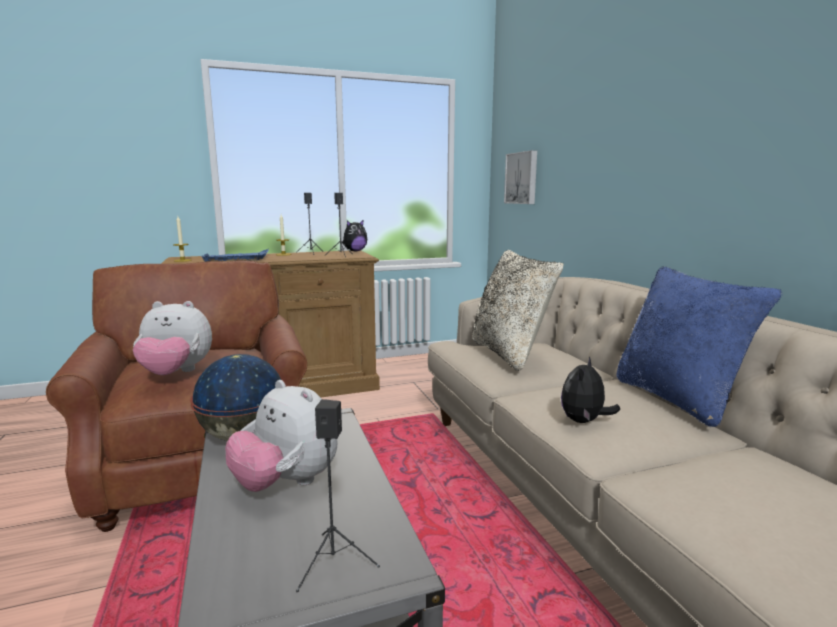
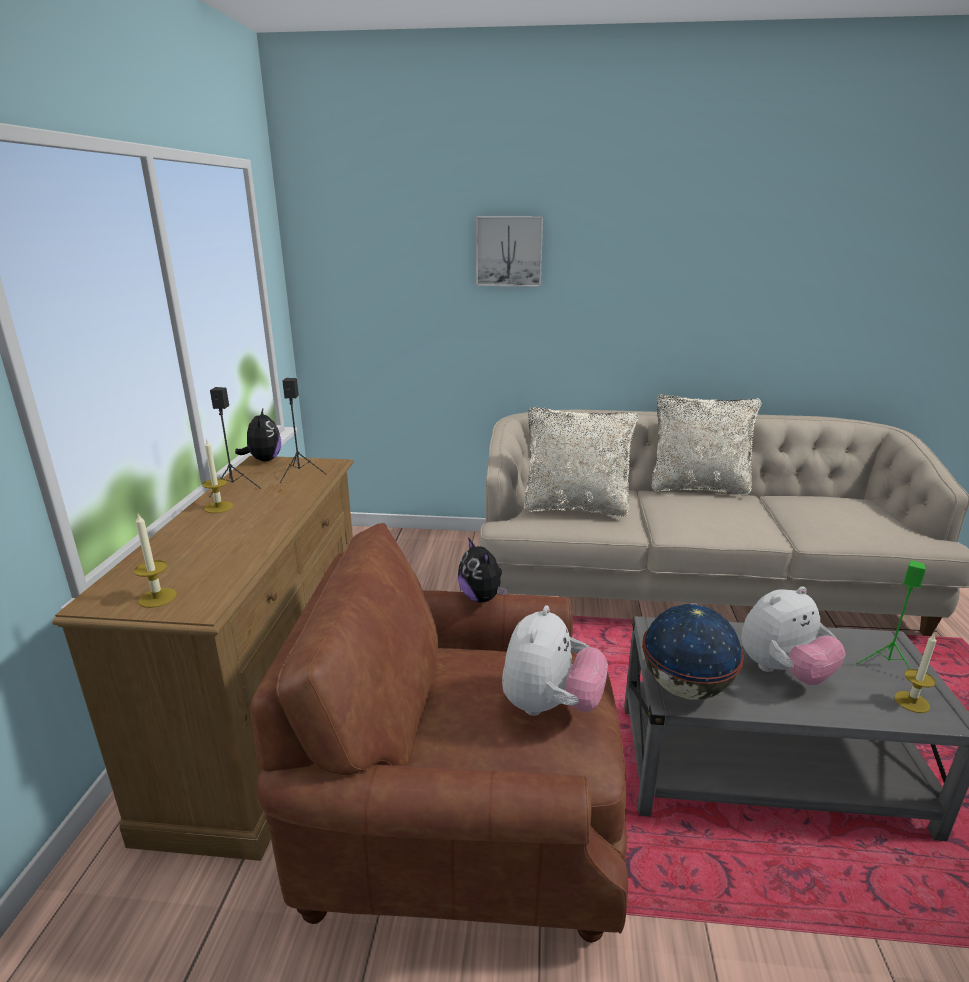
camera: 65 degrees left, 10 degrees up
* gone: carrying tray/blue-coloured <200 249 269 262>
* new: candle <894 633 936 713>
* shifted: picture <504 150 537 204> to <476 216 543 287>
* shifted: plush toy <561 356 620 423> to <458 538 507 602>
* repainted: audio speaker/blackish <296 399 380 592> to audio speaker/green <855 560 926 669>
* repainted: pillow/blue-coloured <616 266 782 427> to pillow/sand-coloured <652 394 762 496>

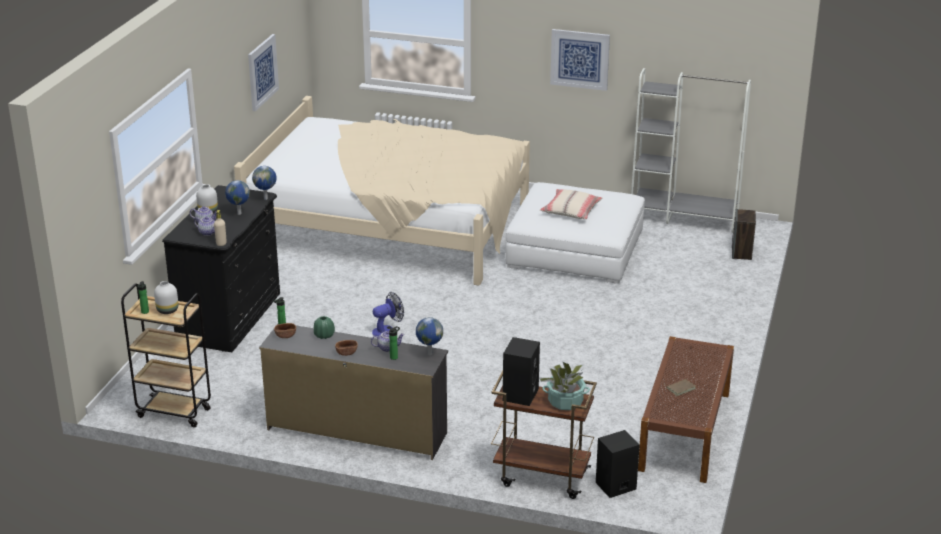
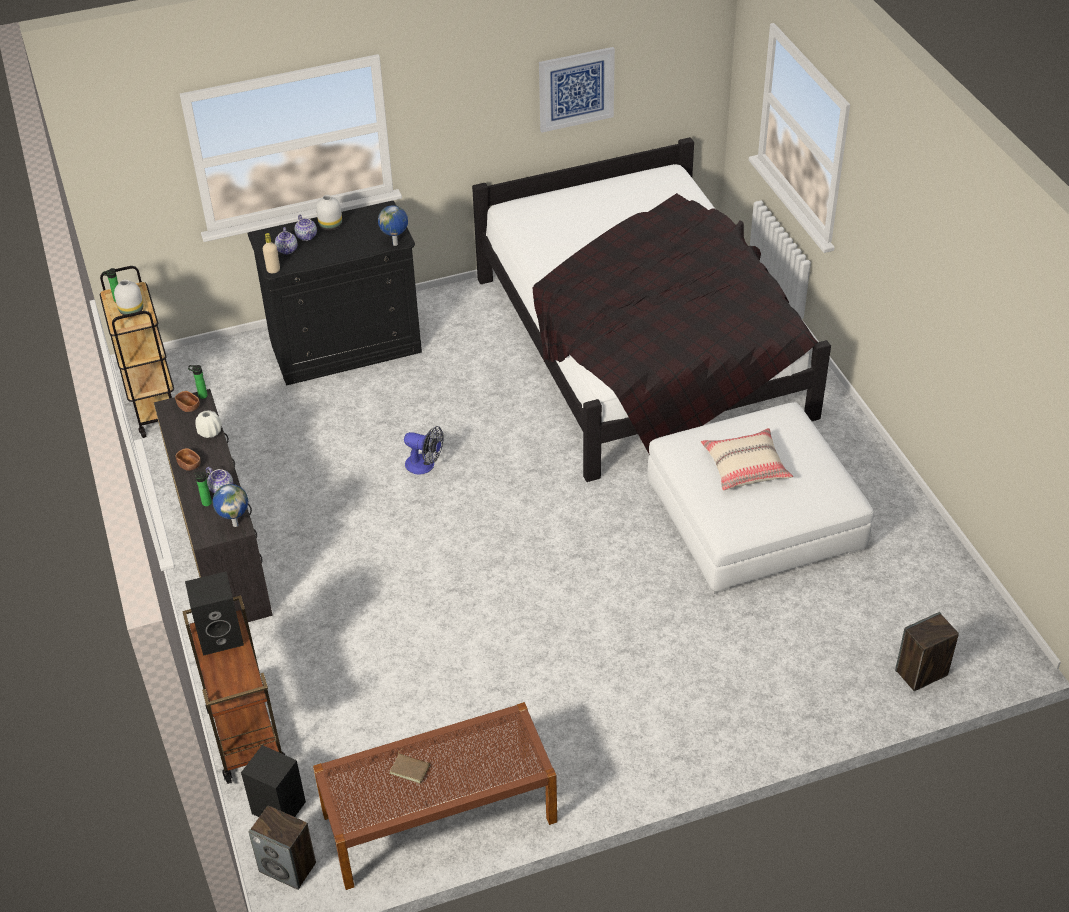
camera: 55 degrees right, 15 degrees up
* gone: world globe <225 180 250 215>
* gone: houseplant <539 362 590 410>
* gone: picture <550 29 610 91>
* gone: clothes rack/greyish <631 68 751 233>
* new: audio speaker <248 805 316 890>
* repainted: bedroom bed/sand-coloured <234 96 530 286> to bedroom bed/blackish <472 137 831 482>
* repainted: flower vase/green <314 316 335 339> to flower vase/white <195 410 222 438>

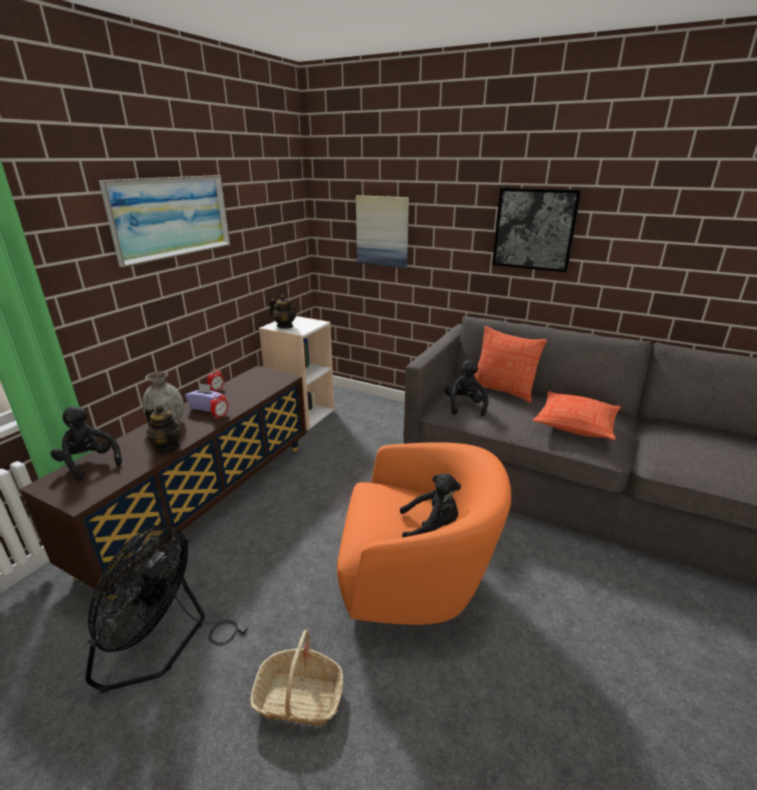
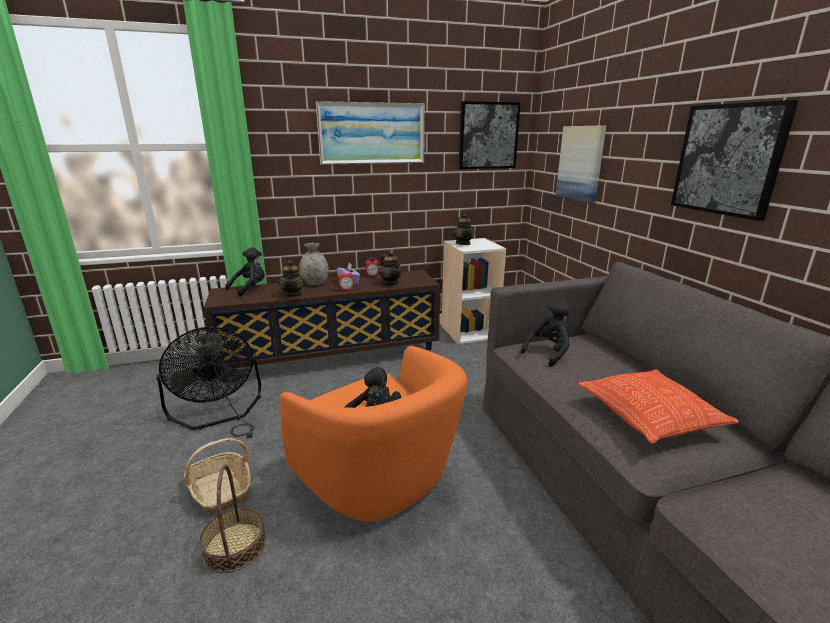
camera: 45 degrees right, 5 degrees down
* gone: pillow/orange <474 326 547 403>
* new: household basket <199 464 266 573>
* new: teapot <379 251 402 285>
* new: picture <459 101 521 169>
* rotated: plush toy/blackish <51 406 122 481> = <225 247 265 296> 45 degrees clockwise

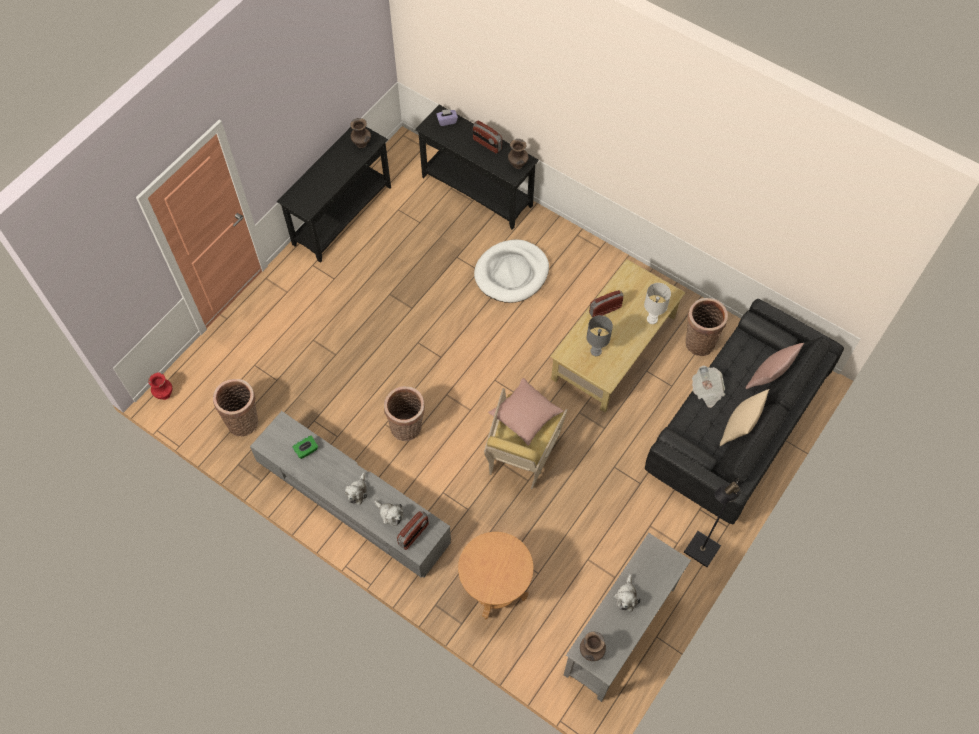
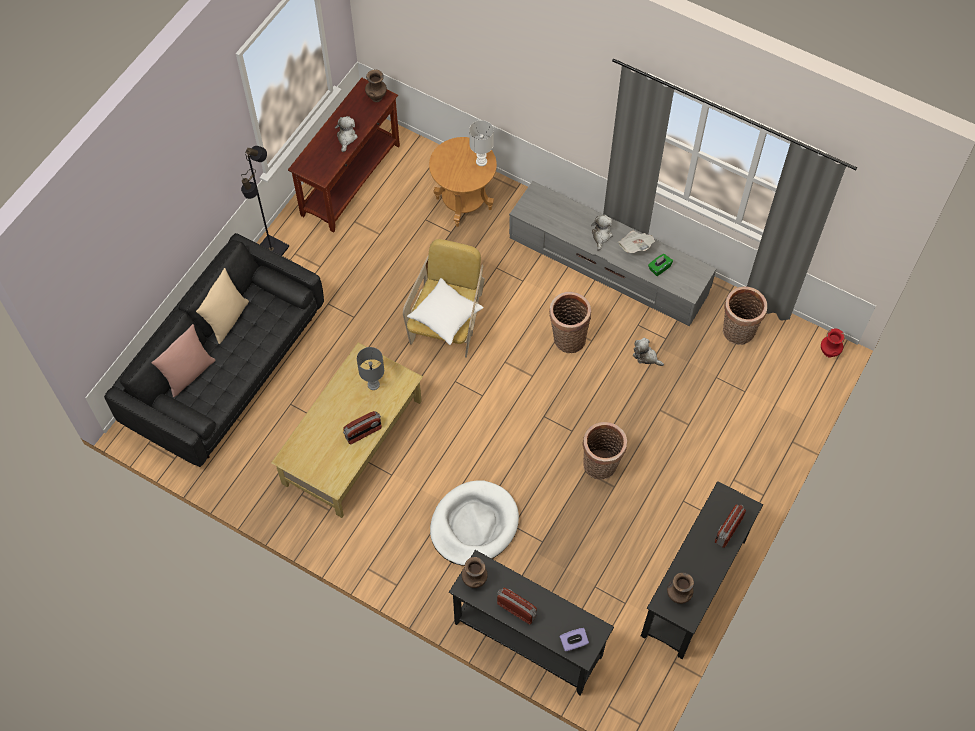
camera: 175 degrees right, 0 degrees up
* shifted: plush toy <374 500 404 526> to <633 338 664 366>
* shifted: radio <397 511 429 550> to <715 504 746 548>
* shifted: tabletop lamp/white <644 283 671 324> to <469 120 494 166>
* shifted: household basket <686 298 728 356> to <582 422 627 480>
* shifted: newspaper <692 365 725 408> to <618 231 655 253>
* repainted: pillow/pink-coloured <488 378 563 446> to pillow/white <407 278 484 345>
* repainted: hall table/greyish <564 533 691 702> to hall table/brown-coloured <288 78 400 232>

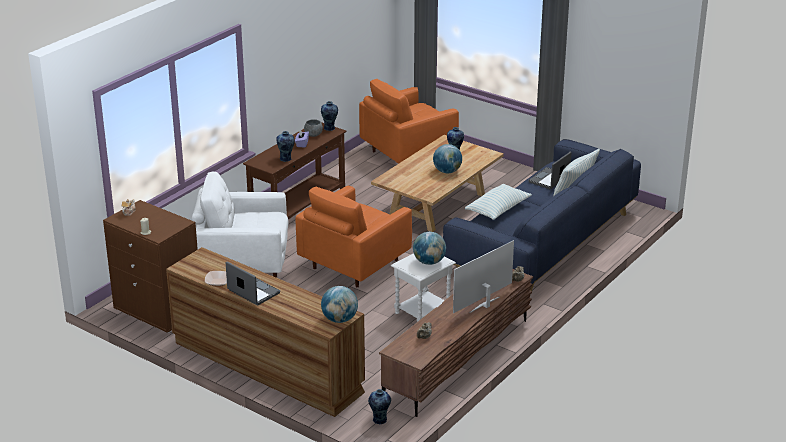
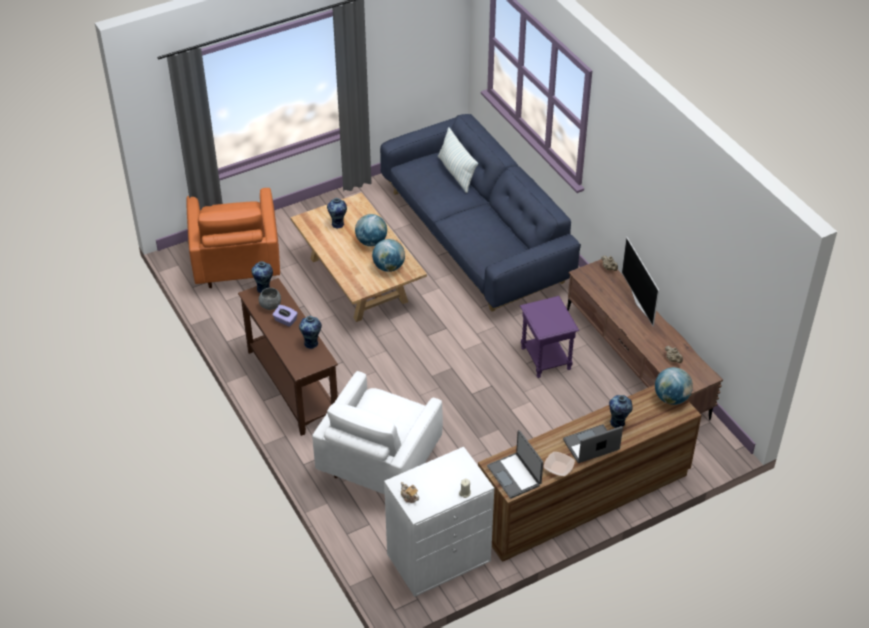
camera: 65 degrees left, 15 degrees up
* gone: lounge chair/orange <296 186 412 287>
* gone: pillow <465 184 532 220>
* shifted: flower vase <368 389 391 424> to <609 395 633 428>
* shifted: world globe <413 232 446 265> to <372 239 405 272>
* shifted: notebook computer <528 152 572 189> to <487 430 543 499>
* repainted: cabinet/brown-coloured <103 200 198 333> to cabinet/white <384 447 494 597>
* repainted: end table/white <391 253 456 321> to end table/purple-coloured <520 296 579 378>

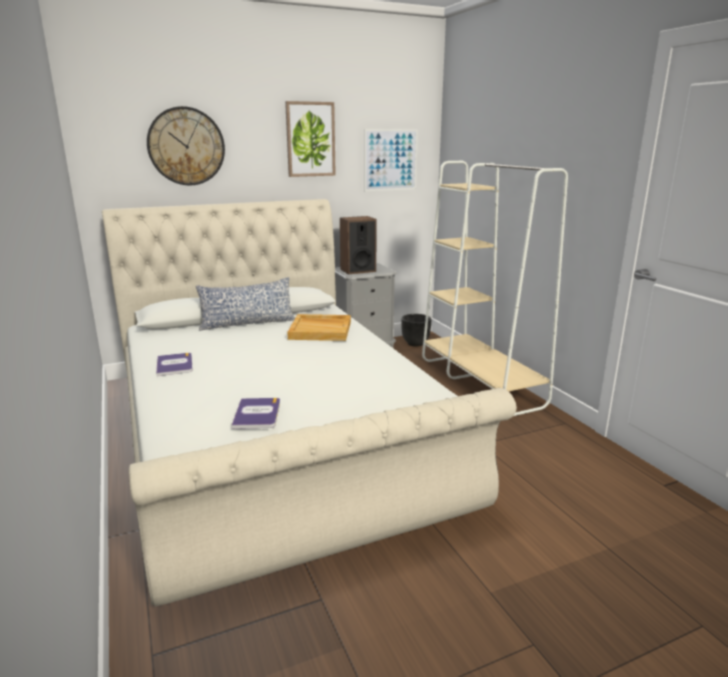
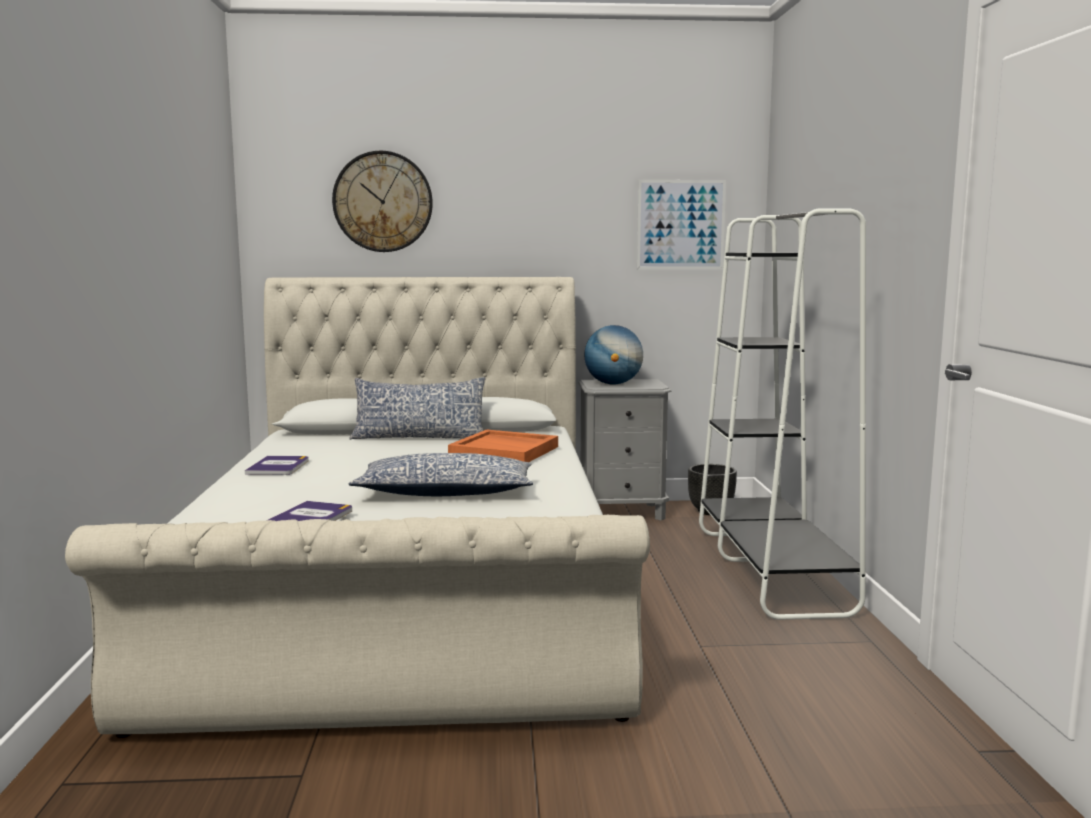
camera: 20 degrees right, 10 degrees down
* gone: picture <285 101 336 177>
* new: pillow <349 453 533 496>
* swapped: audio speaker <340 216 377 274> to world globe <584 325 643 385>
* repainted: carrying tray/sand-coloured <288 314 351 341> to carrying tray/orange <448 429 558 462>
* repainted: clothes rack/sand-coloured <422 161 568 416> to clothes rack/blackish <699 209 866 620>

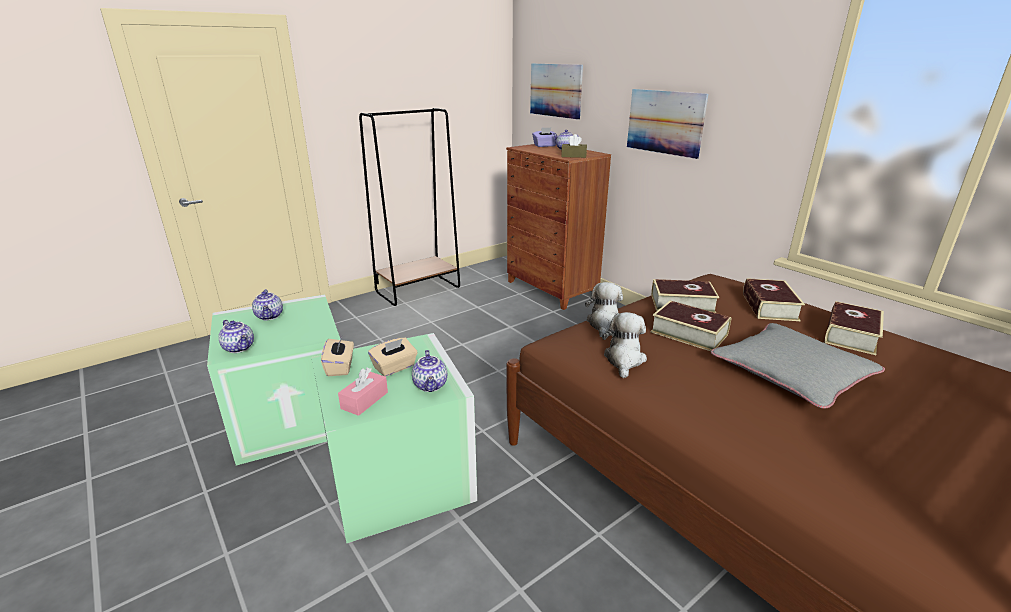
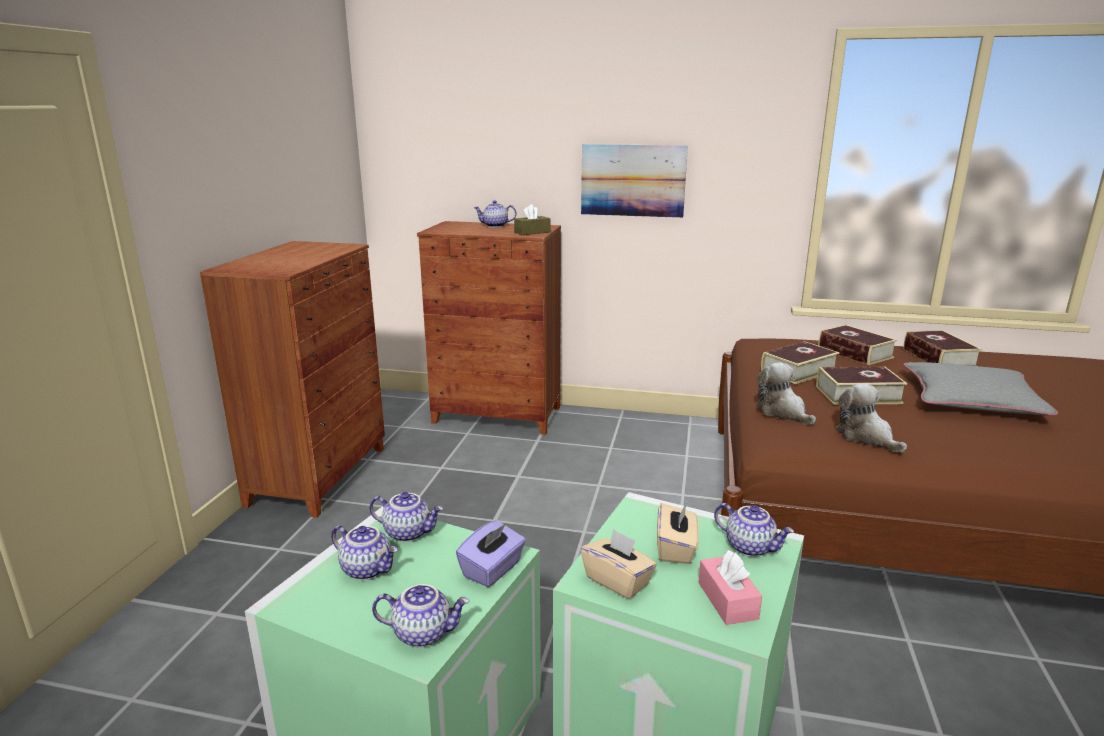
camera: 40 degrees left, 5 degrees down
* gone: picture <530 64 583 120>
* new: teapot <369 492 443 542>
* shifted: box of tissues/purple-coloured <532 128 558 147> to <456 520 526 587>
* swapped: clothes rack <359 108 460 306> to chest of drawers/brown-coloured <200 241 385 518>

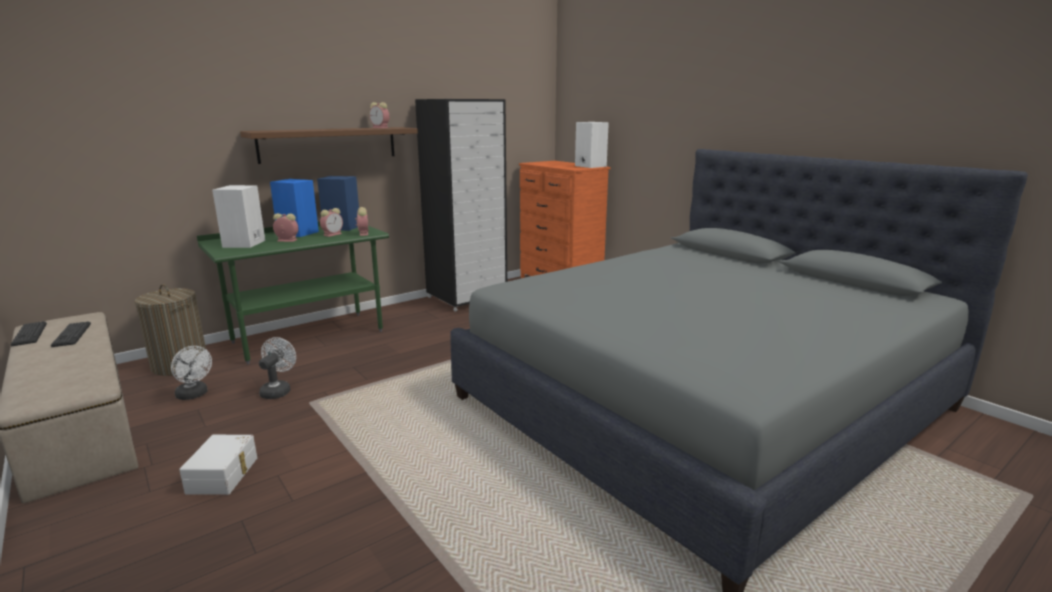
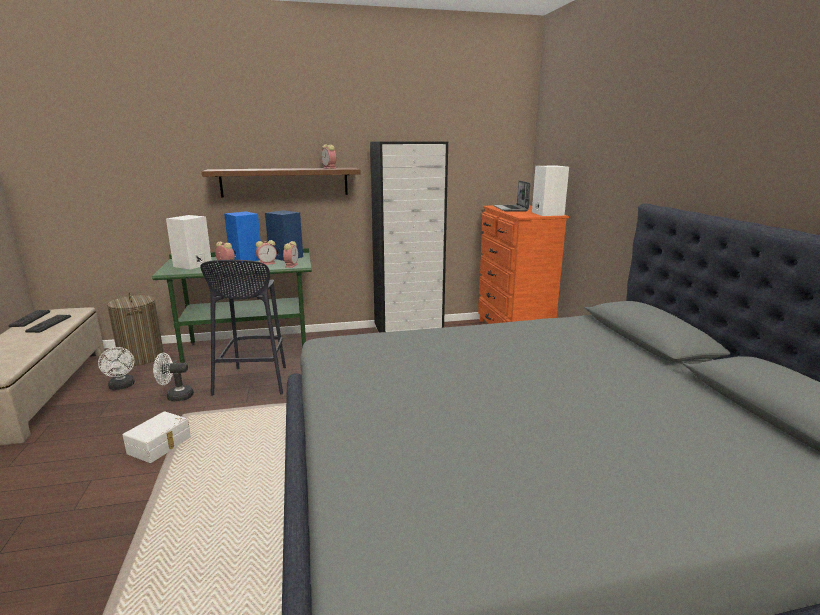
camera: 25 degrees right, 0 degrees up
* new: sitting stool/greyish <200 260 286 396>
* new: notebook computer <493 180 531 211>
* shifted: storage container/white <179 435 257 495> to <123 411 191 463>
* rotated: fan/white <259 337 296 399> = <153 353 194 402> 135 degrees counterclockwise

